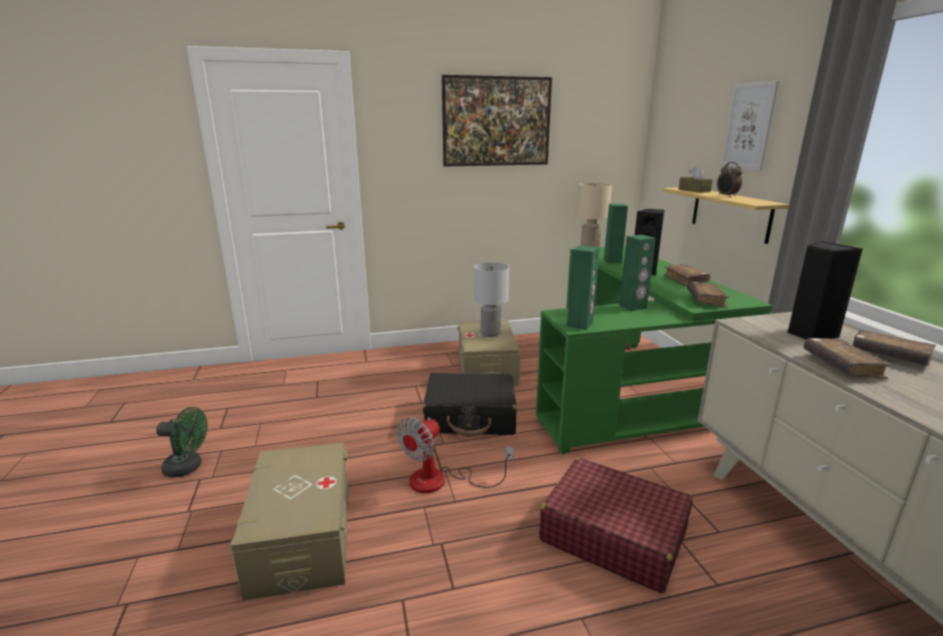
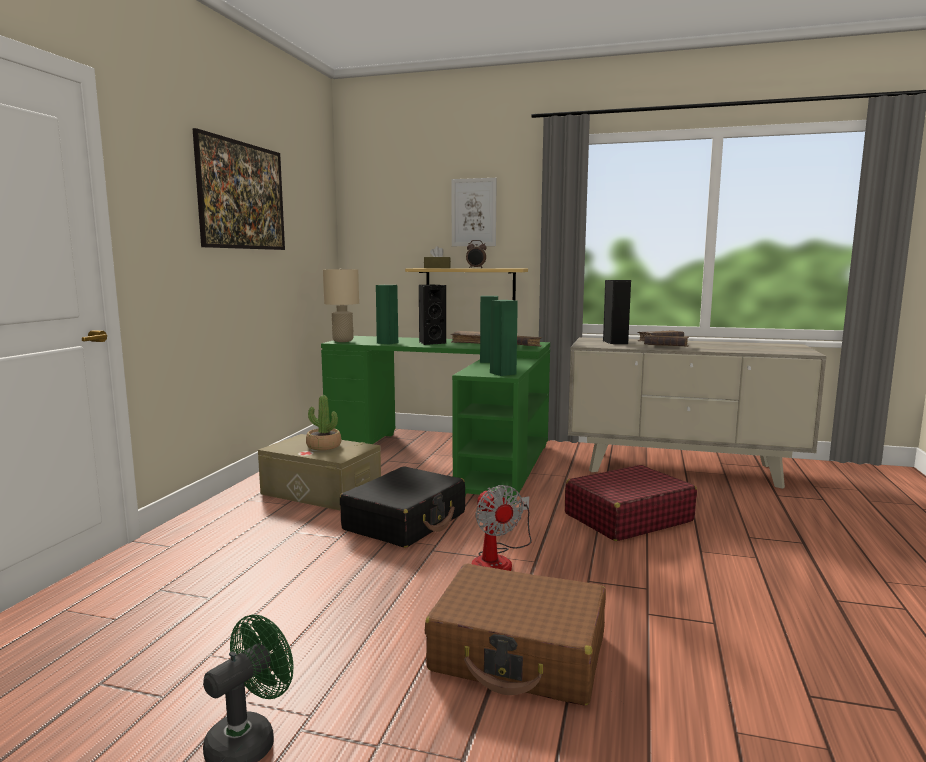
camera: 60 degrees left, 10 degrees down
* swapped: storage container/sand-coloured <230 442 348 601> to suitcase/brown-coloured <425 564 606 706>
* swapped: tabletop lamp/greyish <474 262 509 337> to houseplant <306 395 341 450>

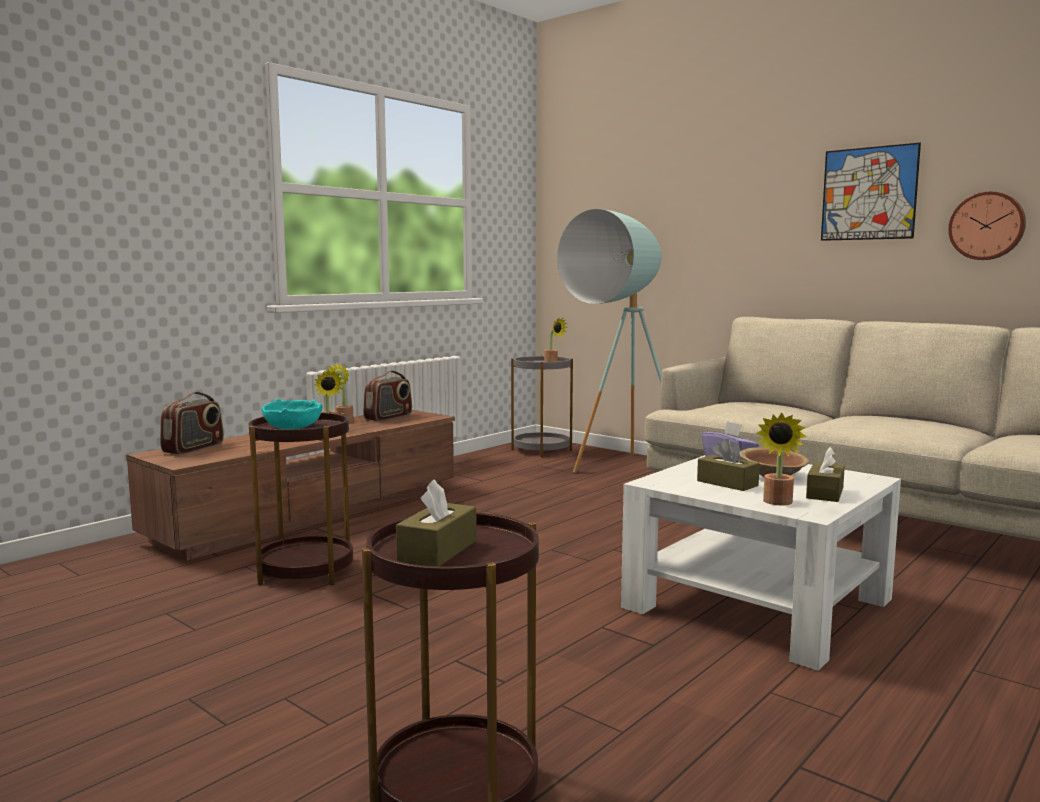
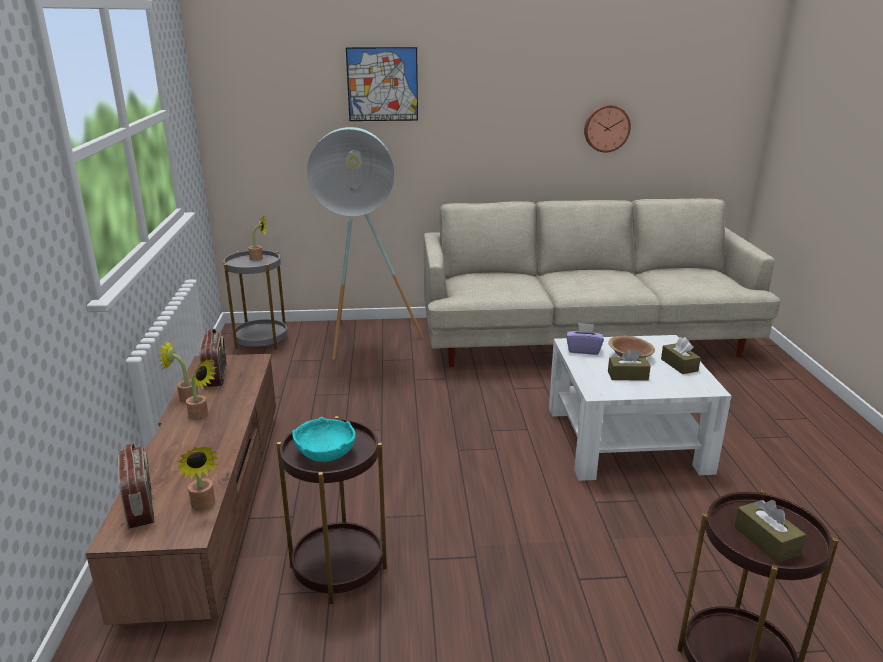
camera: 45 degrees left, 15 degrees up
* shifted: houseplant <756 413 807 505> to <177 446 220 510>
* shifted: picture <821 143 921 241> to <346 47 418 121>

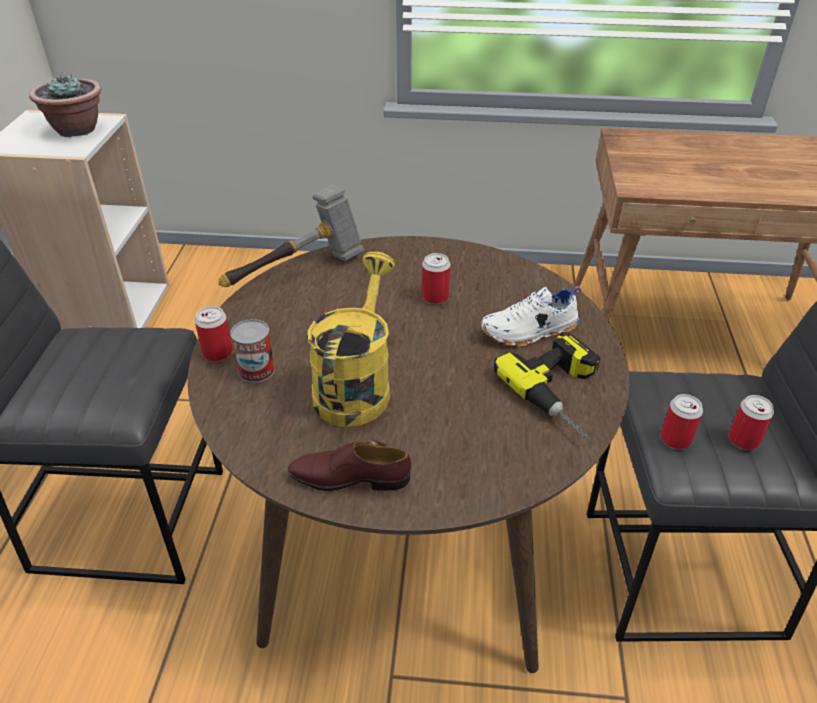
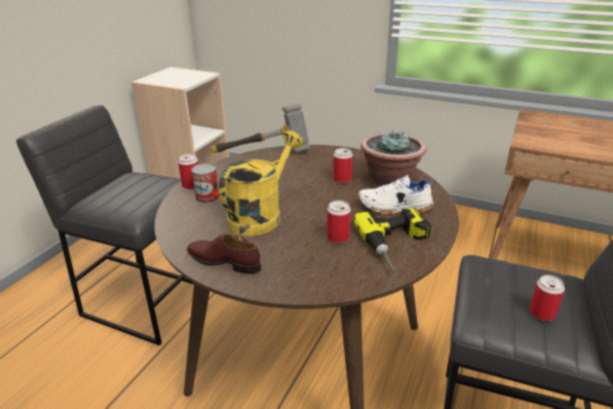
camera: 20 degrees right, 10 degrees down
* shifted: houseplant <29 73 102 137> to <361 129 427 186>
* shifted: can <660 394 703 449> to <327 200 351 243>

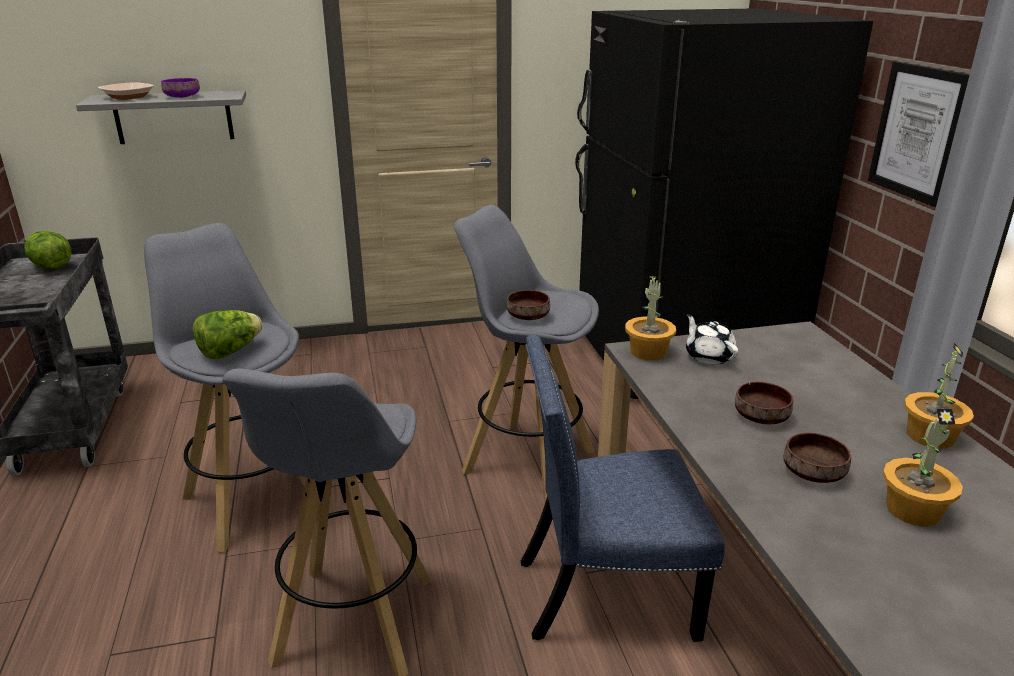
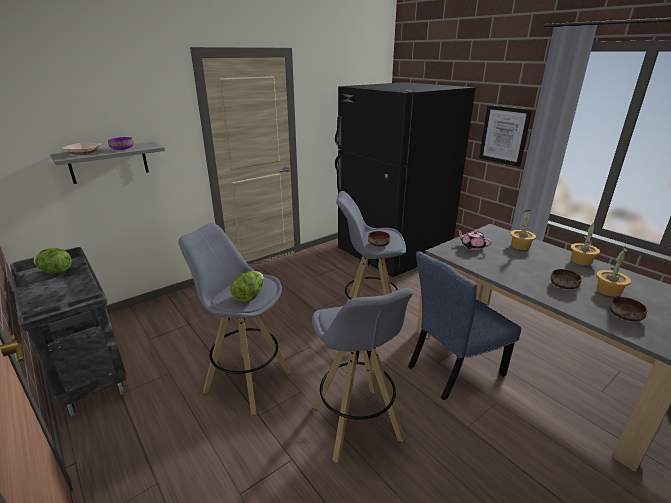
camera: 25 degrees left, 0 degrees up
* shifted: houseplant <625 275 676 360> to <510 210 536 250>
* shifted: deep dish/brown-coloured <735 382 793 424> to <610 297 648 321>
* repainted: teapot/white <686 314 739 365> to teapot/pink-coloured <457 229 492 250>

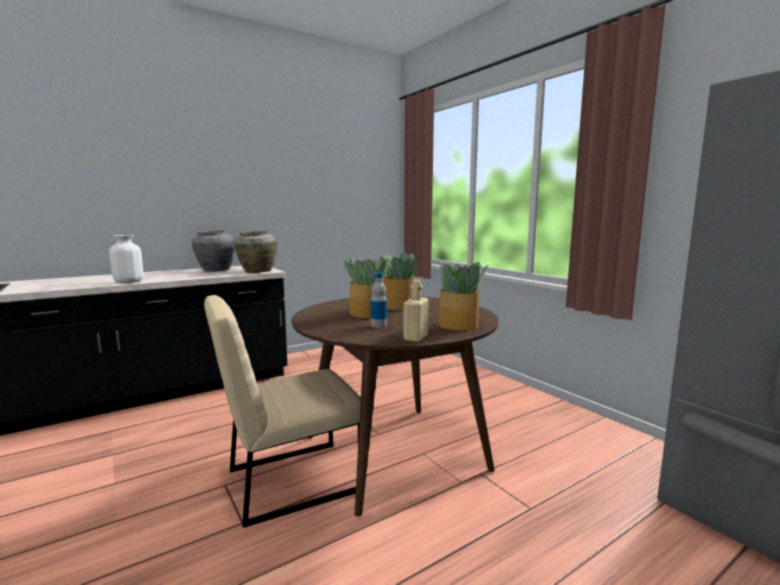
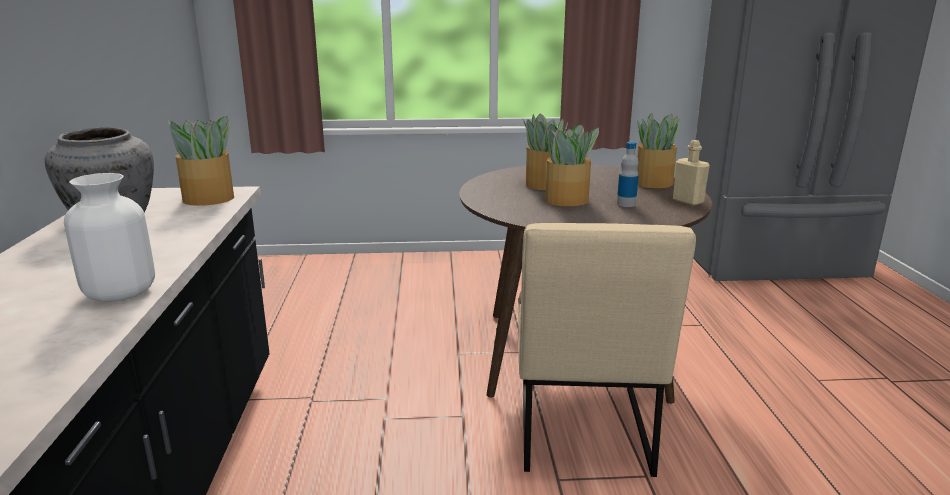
camera: 60 degrees left, 10 degrees up
* swapped: flower vase/sand-coloured <234 231 277 273> to houseplant <168 116 234 206>

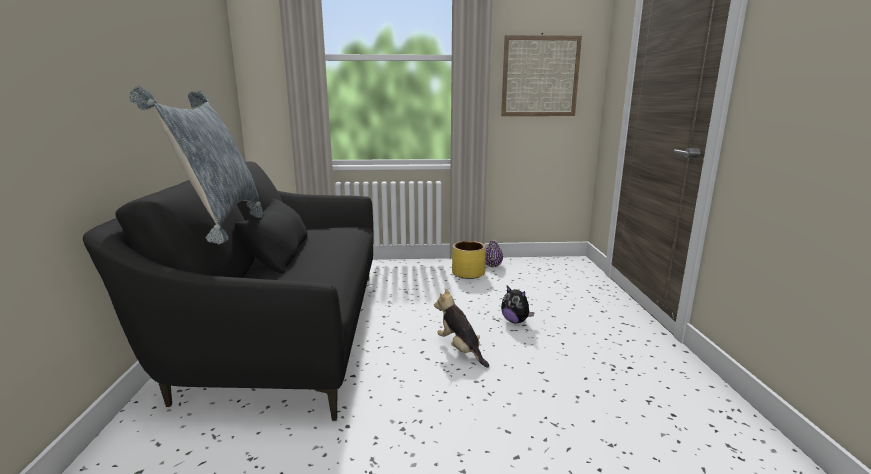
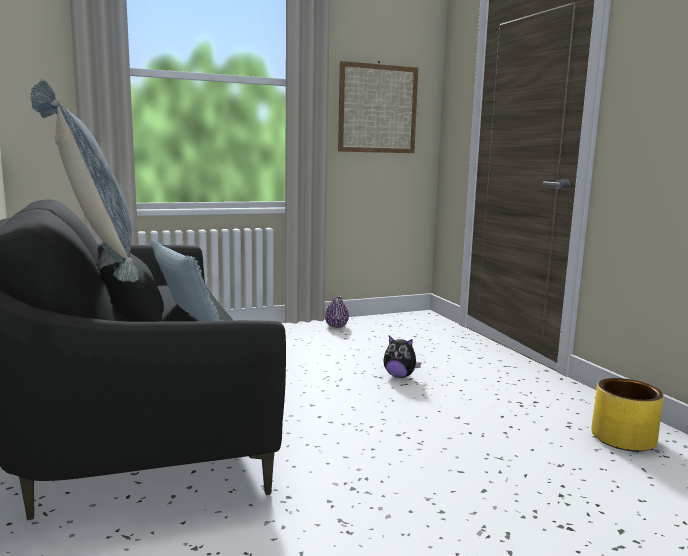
camera: 20 degrees left, 5 degrees down
* gone: plush toy <434 288 489 368>
* new: pillow/blue-coloured <151 240 224 321>
* shifted: flower pot/yellowish <452 241 486 279> to <591 378 664 451>

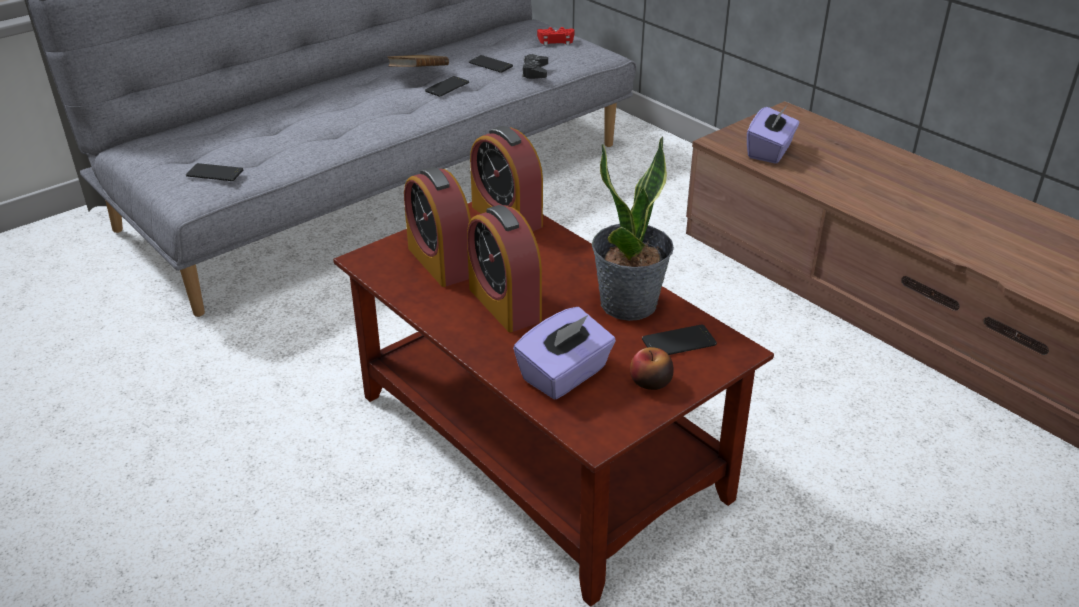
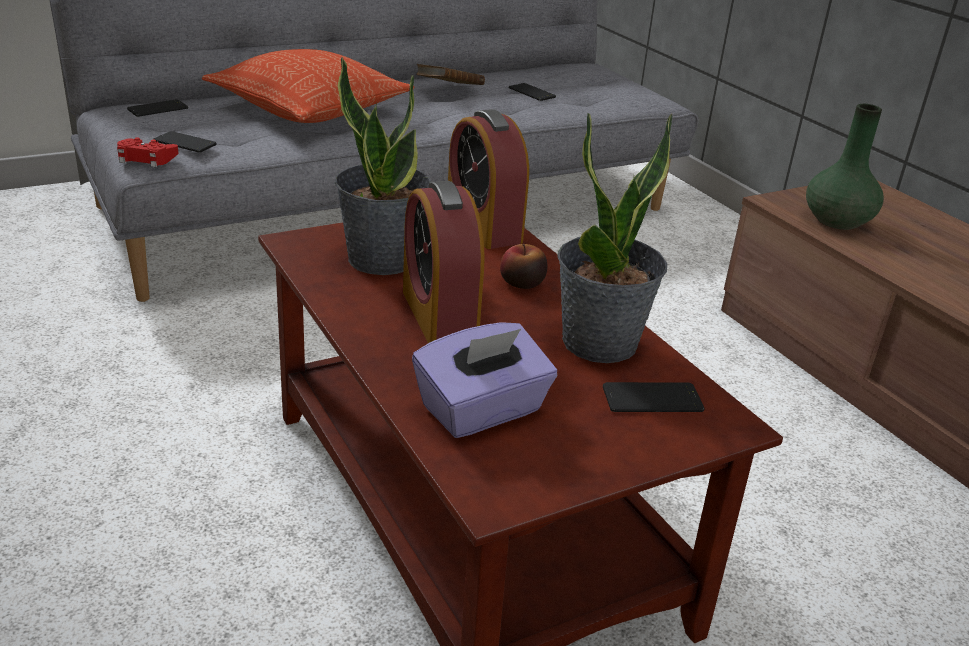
camera: 10 degrees right, 5 degrees down
* gone: gamepad/blackish <522 54 548 79>
* new: pillow/orange <202 49 414 123>
* shifted: phone <425 76 469 97> to <127 99 188 117>
* shifted: gamepad/reddish <537 27 574 45> to <117 137 179 167>
* shifted: apple fruit <630 347 674 390> to <500 244 547 289>
* swapped: bedside clock <404 167 471 287> to houseplant <335 57 431 275>
* swapped: box of tissues/purple-coloured <747 106 799 164> to flower vase/green <806 104 884 230>

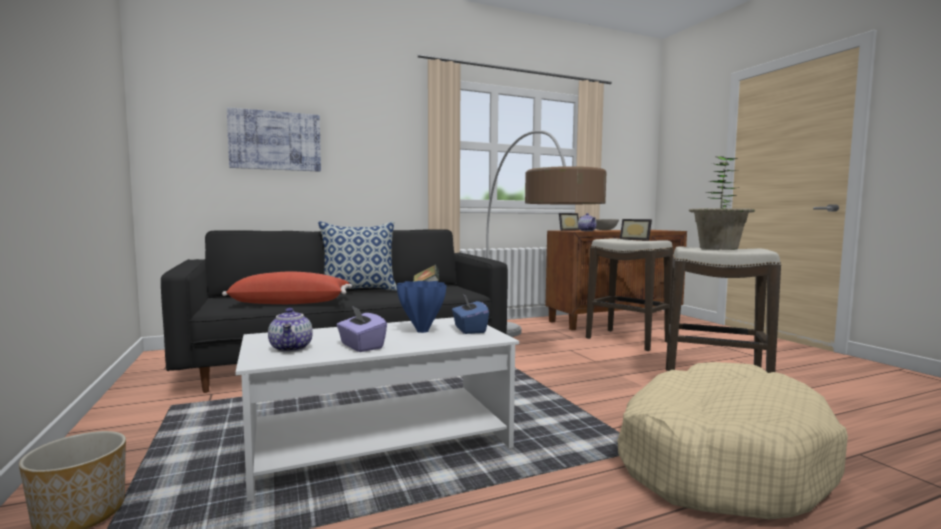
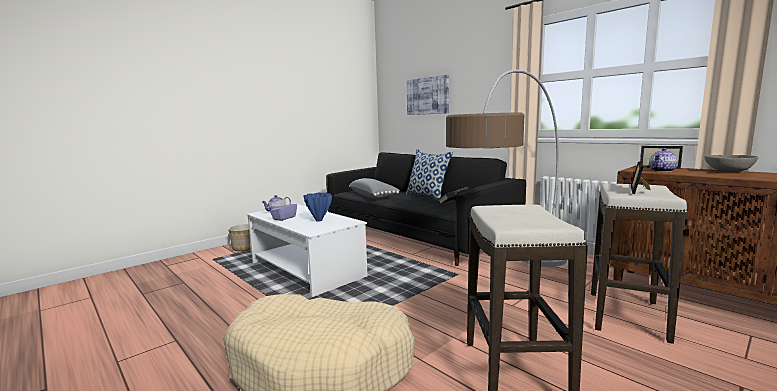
camera: 70 degrees right, 5 degrees up
* gone: box of tissues/blue-coloured <452 295 489 334>
* gone: houseplant <689 156 755 250>
* repainted: pillow/reddish <222 271 352 304> to pillow/greyish <349 178 400 199>

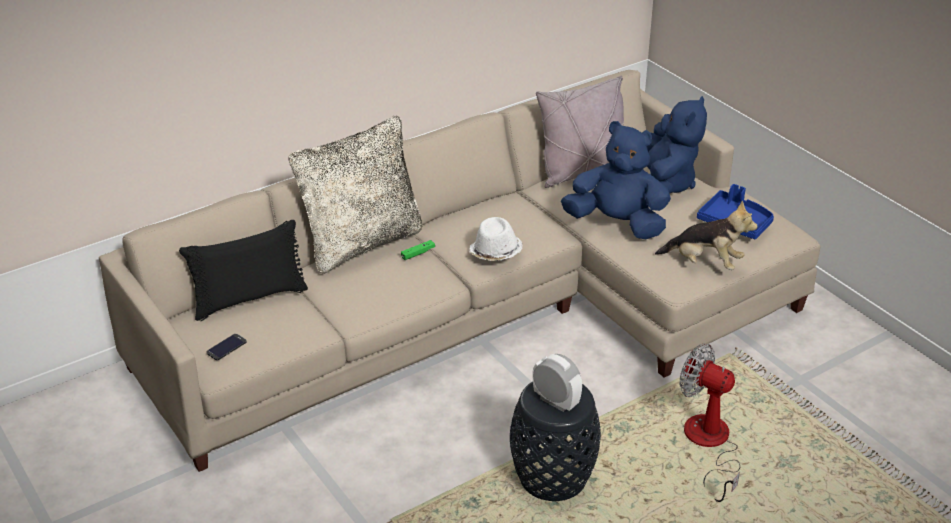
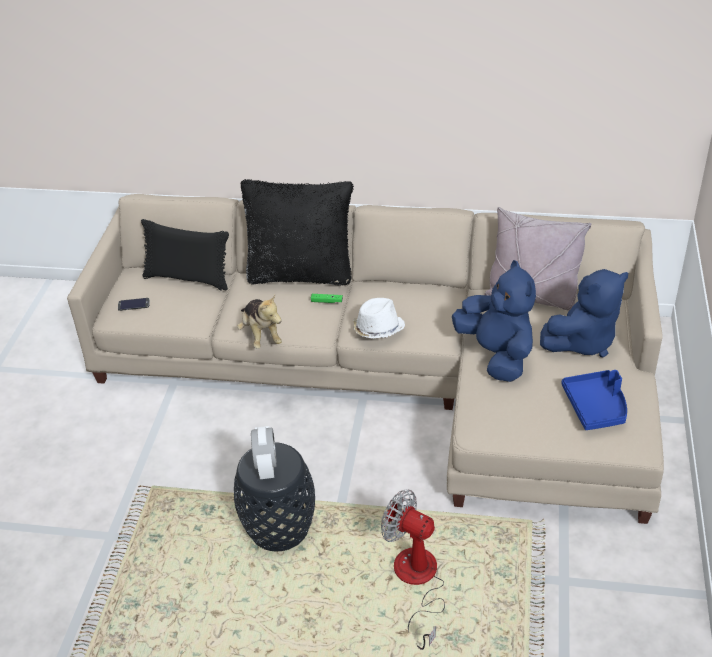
camera: 45 degrees right, 5 degrees up
* shifted: plush toy <655 201 758 270> to <237 295 282 349>
* repainted: pillow/sand-coloured <288 115 422 274> to pillow/blackish <240 179 354 286>
* rotated: fan <680 344 740 502> = <381 489 445 650> 45 degrees counterclockwise

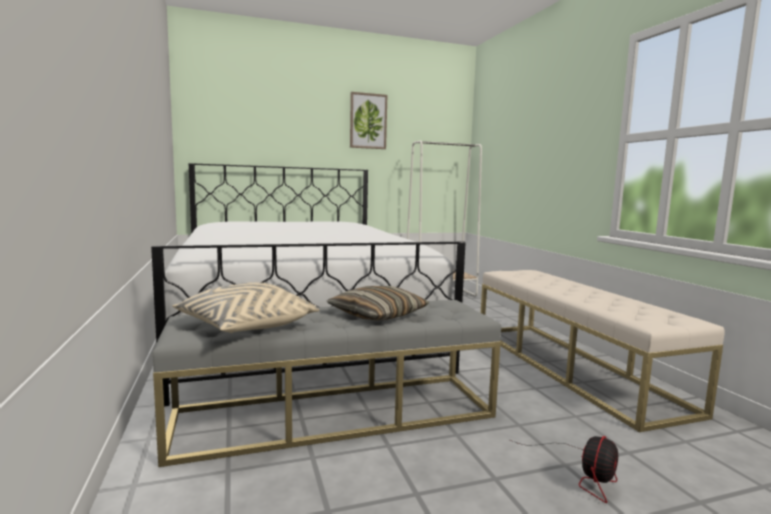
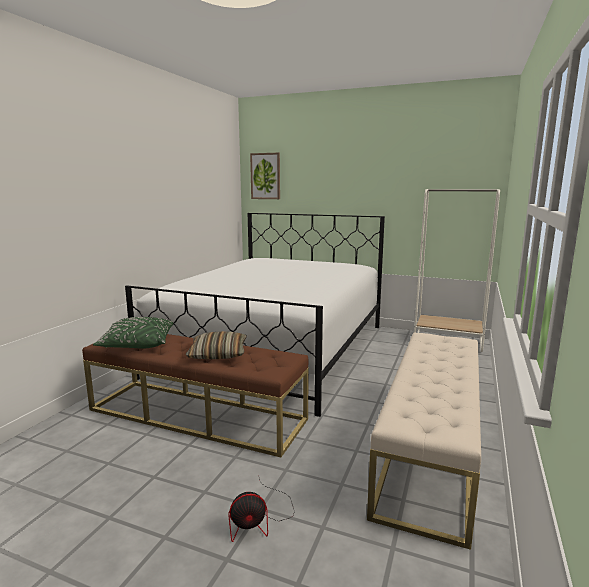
camera: 40 degrees right, 5 degrees up
* shifted: picture <350 92 387 149> to <250 153 280 199>
* repainted: indoor bench/greyish <152 300 501 467> to indoor bench/brown-coloured <82 334 309 457>
* repainted: pillow/sand-coloured <172 282 319 333> to pillow/green <93 317 173 349>

